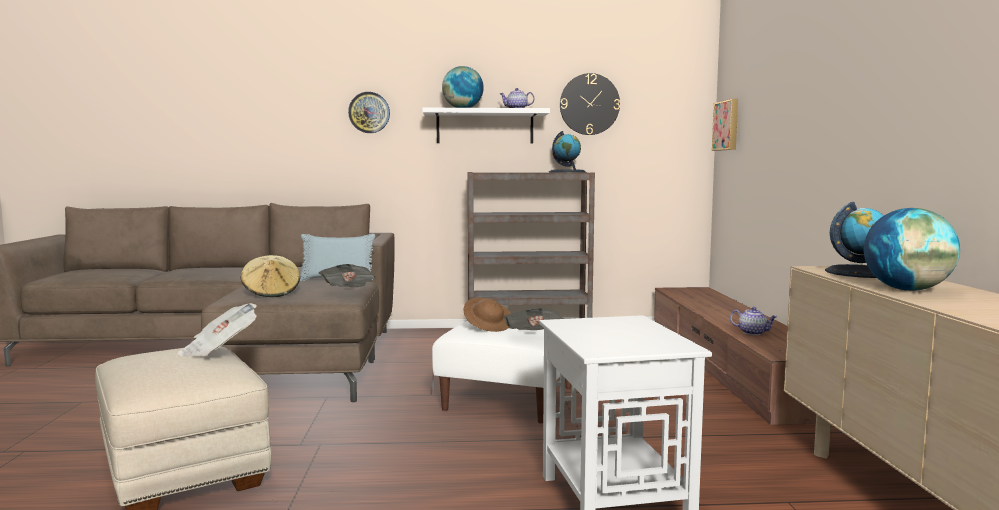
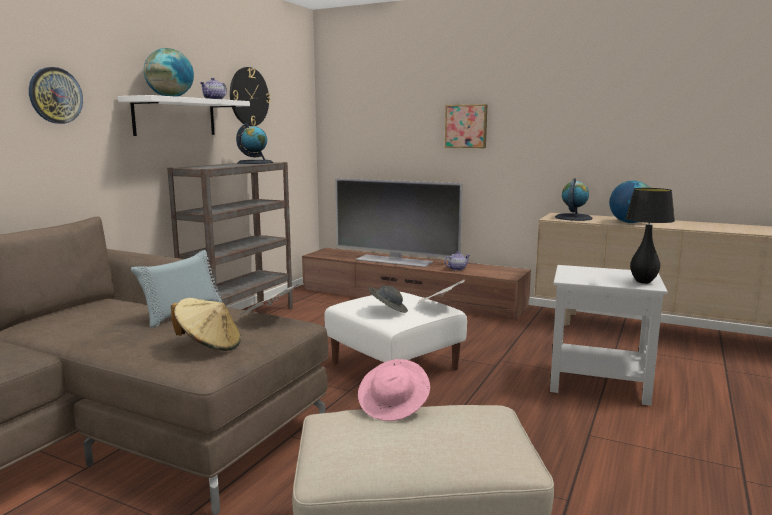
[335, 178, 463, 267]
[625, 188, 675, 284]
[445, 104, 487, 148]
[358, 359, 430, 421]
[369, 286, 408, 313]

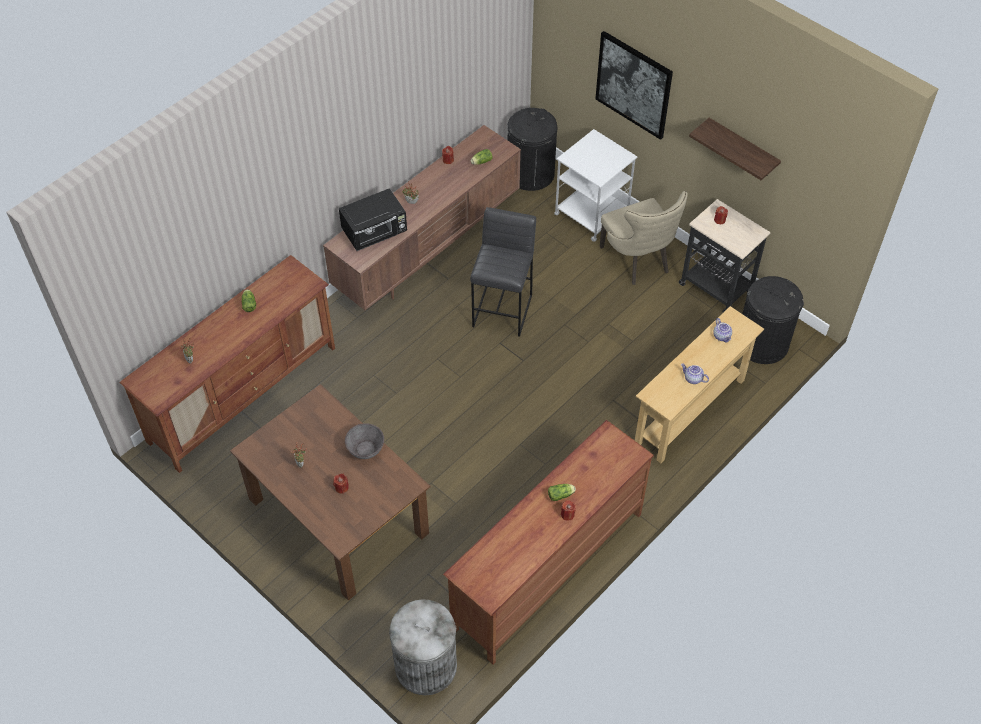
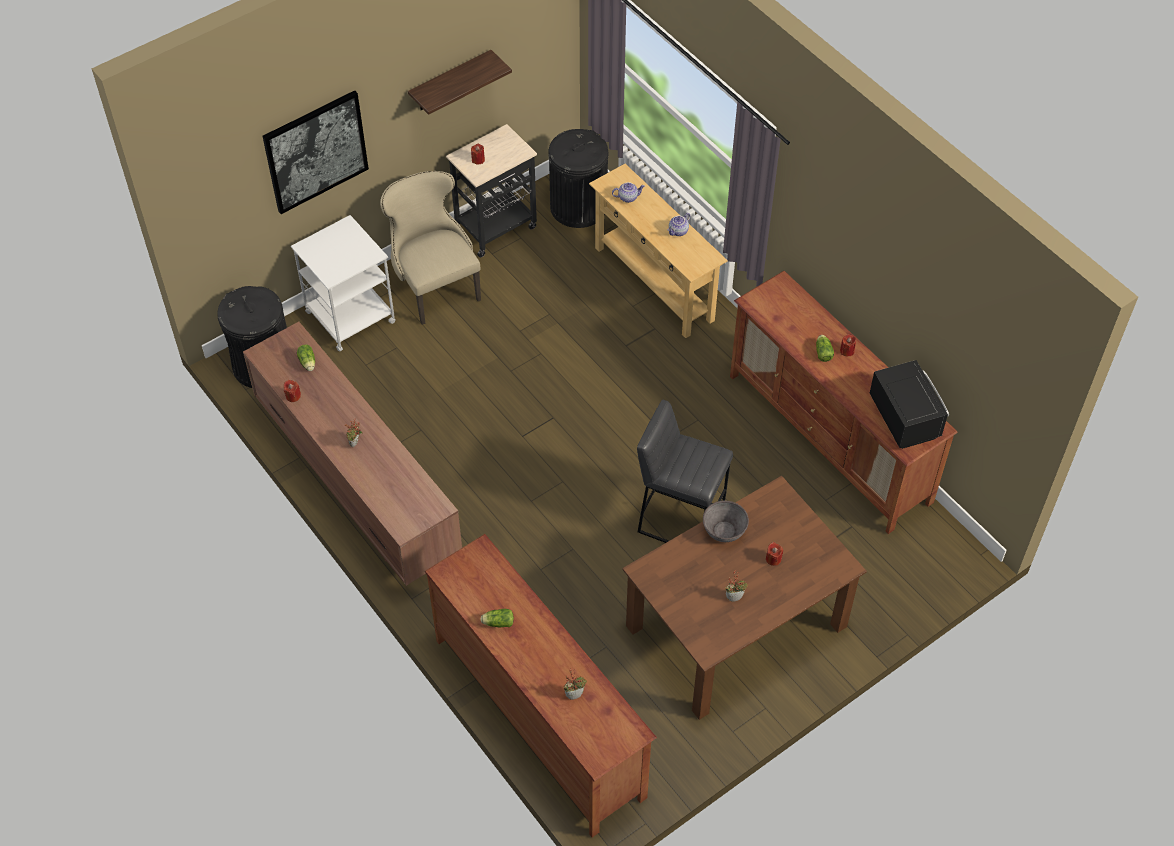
[389, 599, 457, 695] (first image)
[870, 360, 949, 449]
[637, 399, 733, 543]
[380, 171, 481, 325]

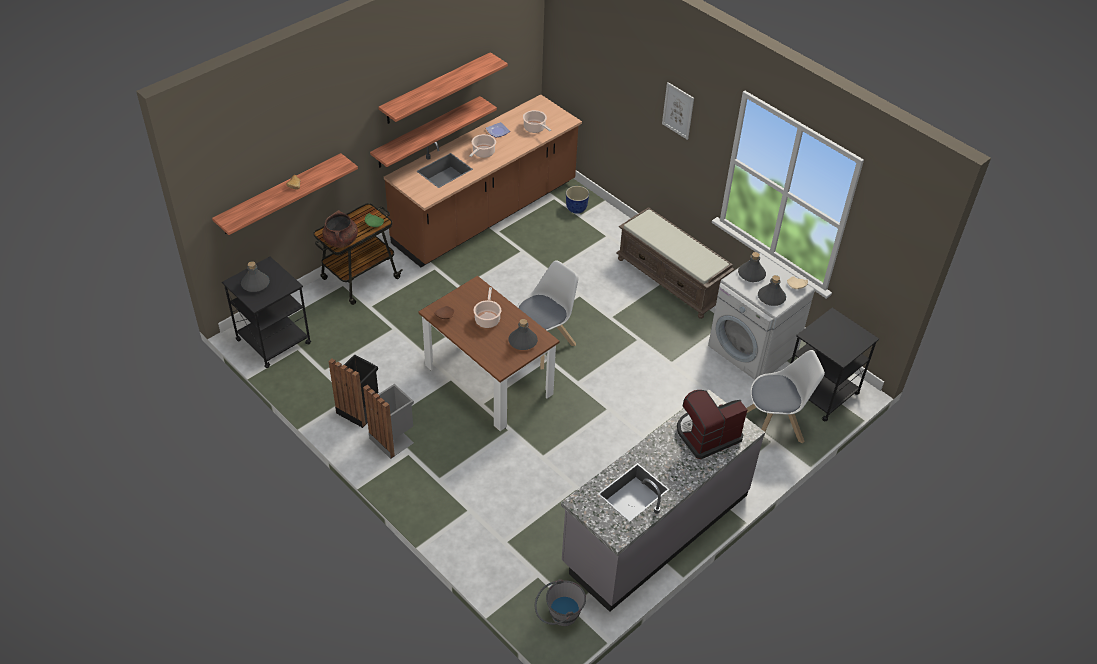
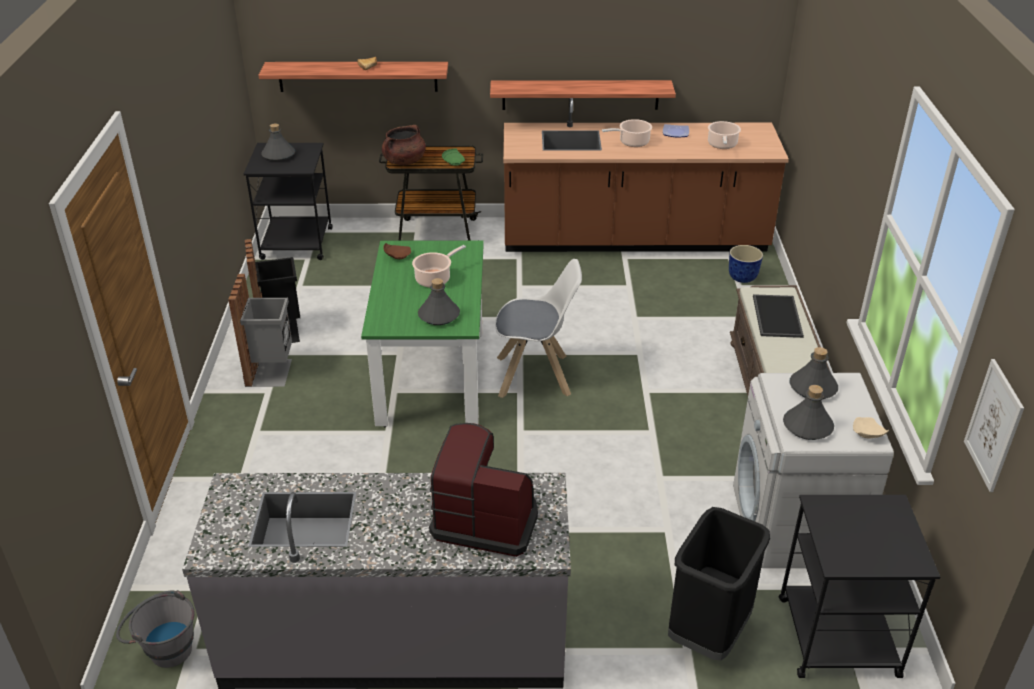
[378, 52, 508, 124] (first image)
[753, 294, 804, 338]
[964, 359, 1024, 492]
[668, 507, 770, 661]
[361, 240, 484, 427]

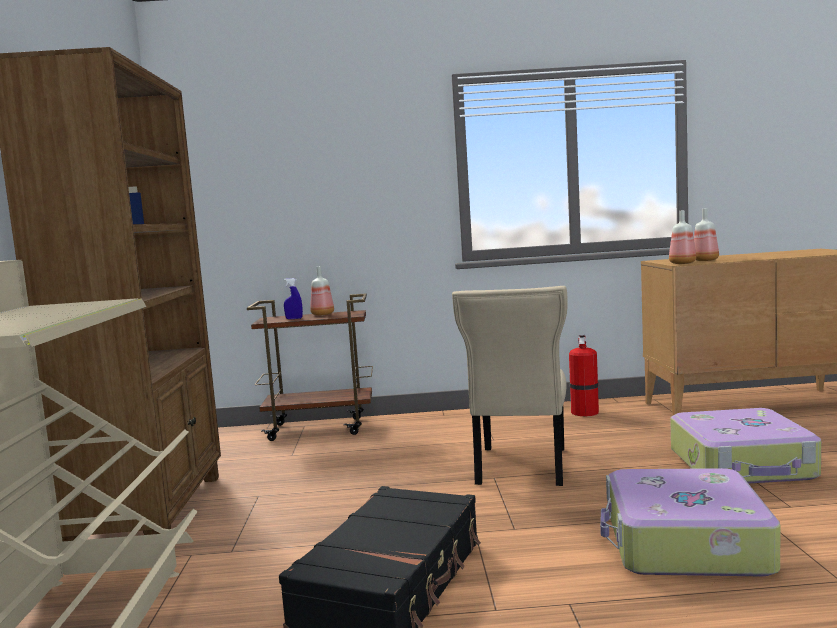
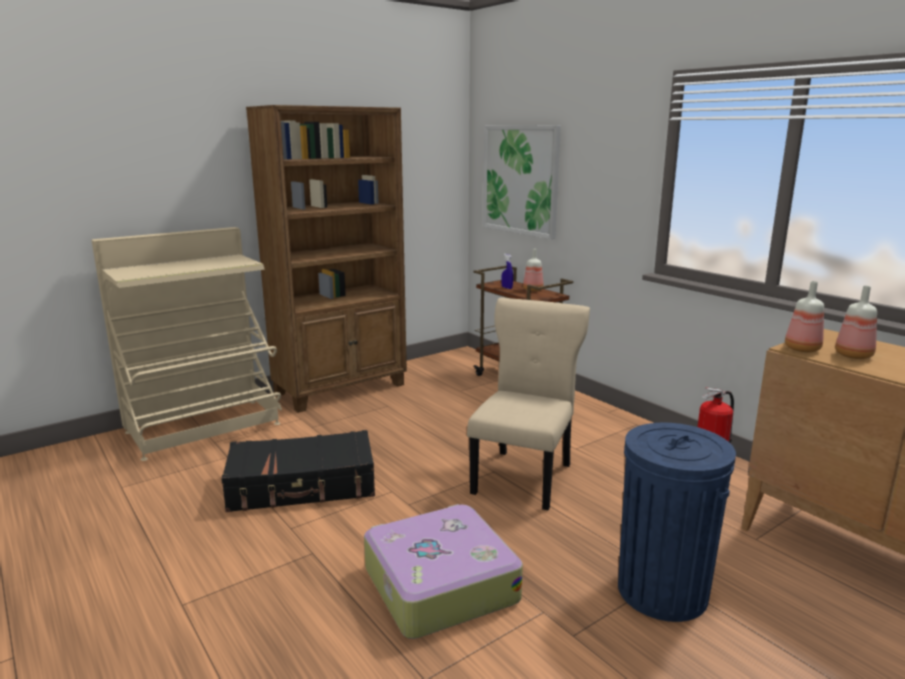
[483, 125, 561, 239]
[618, 423, 736, 622]
[467, 298, 590, 510]

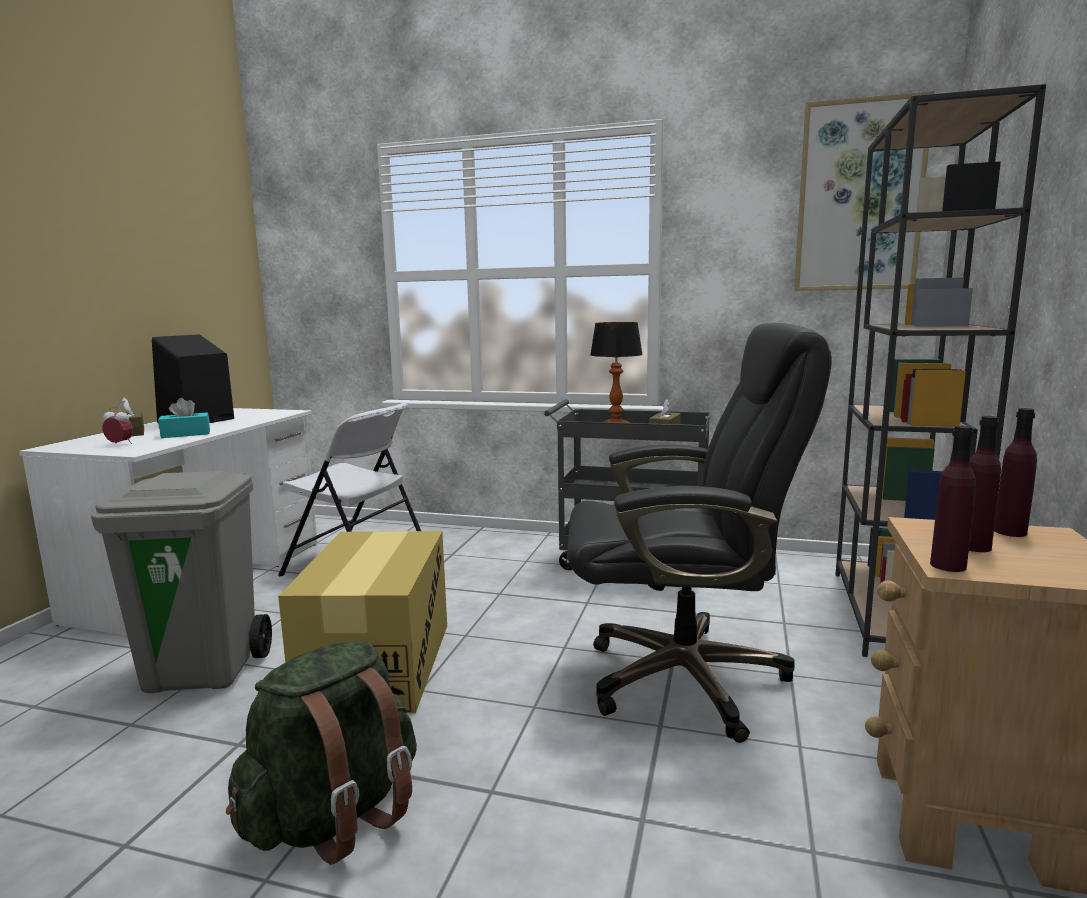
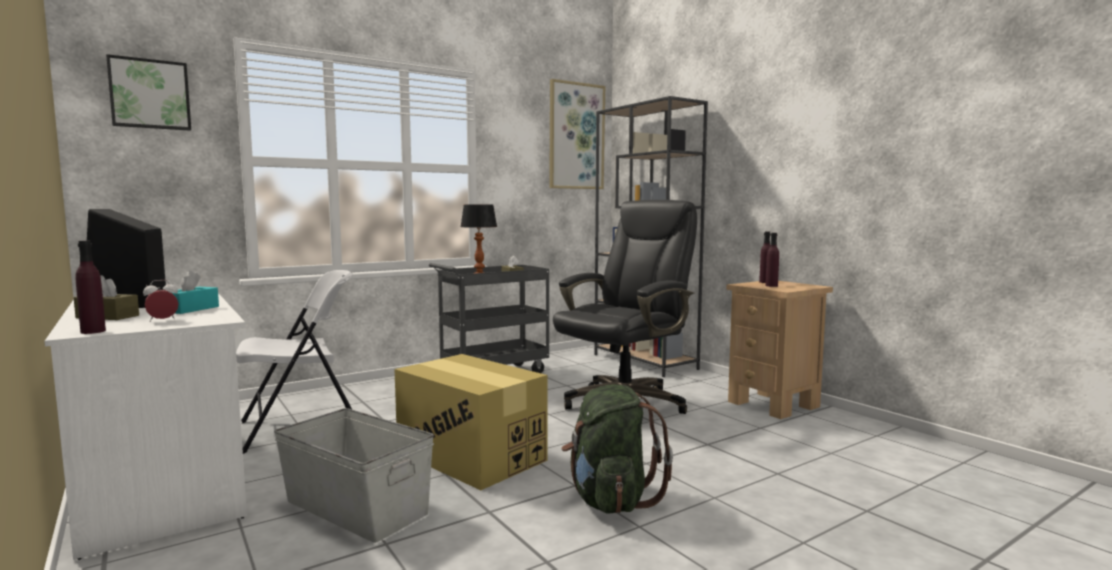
[106, 54, 191, 131]
[75, 240, 106, 334]
[274, 408, 434, 543]

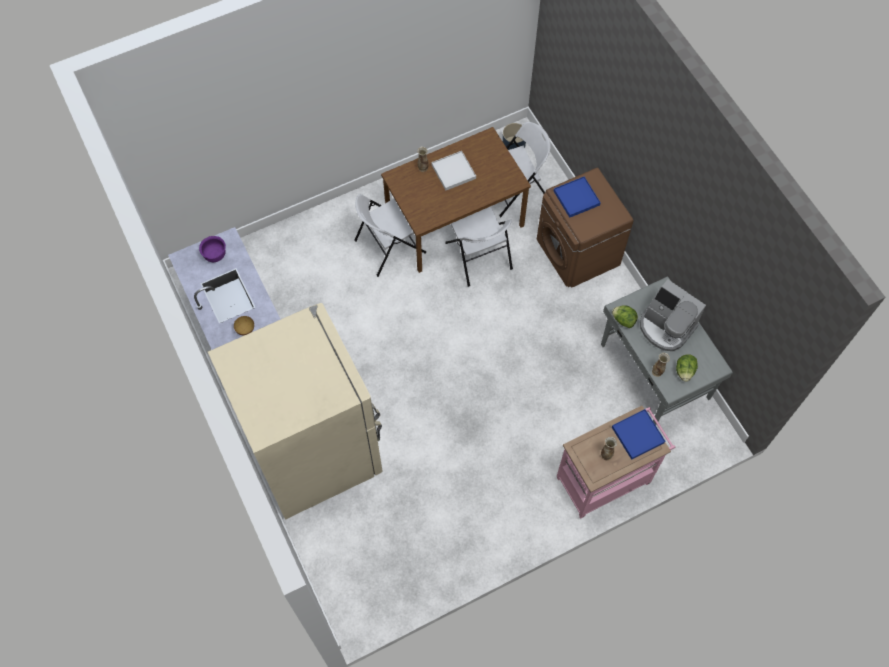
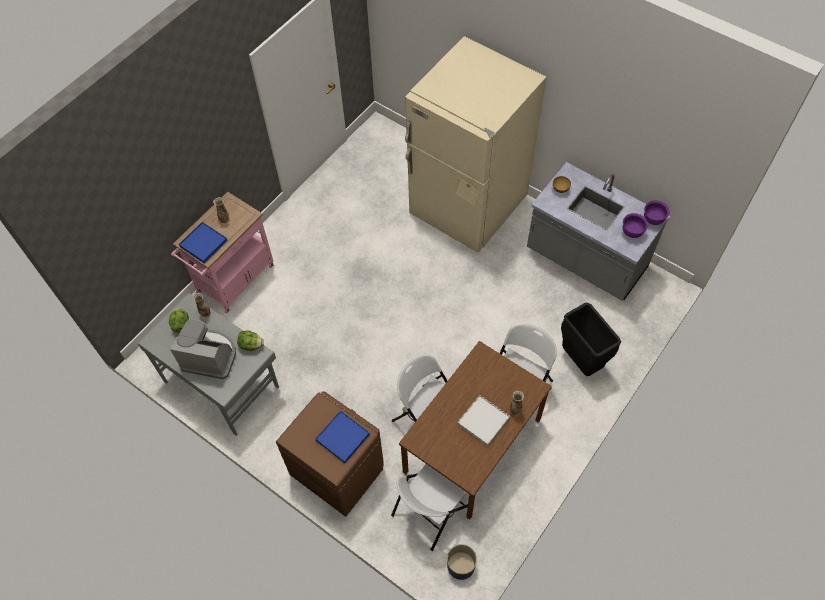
[561, 303, 621, 376]
[644, 200, 670, 225]

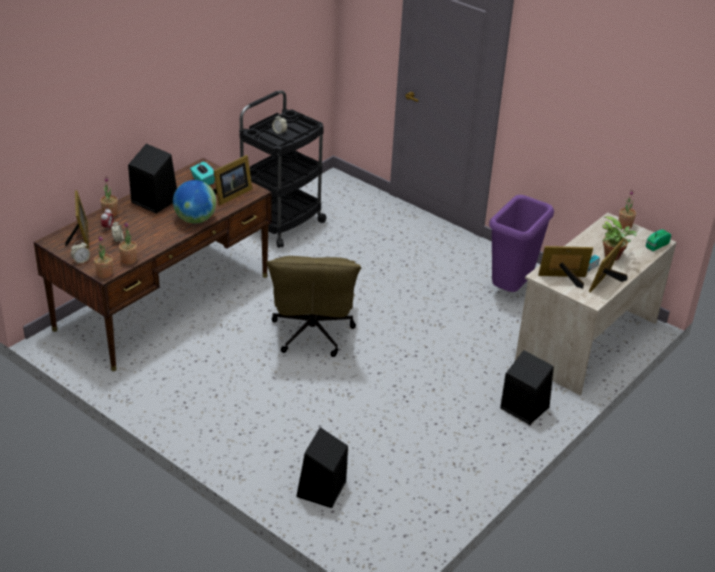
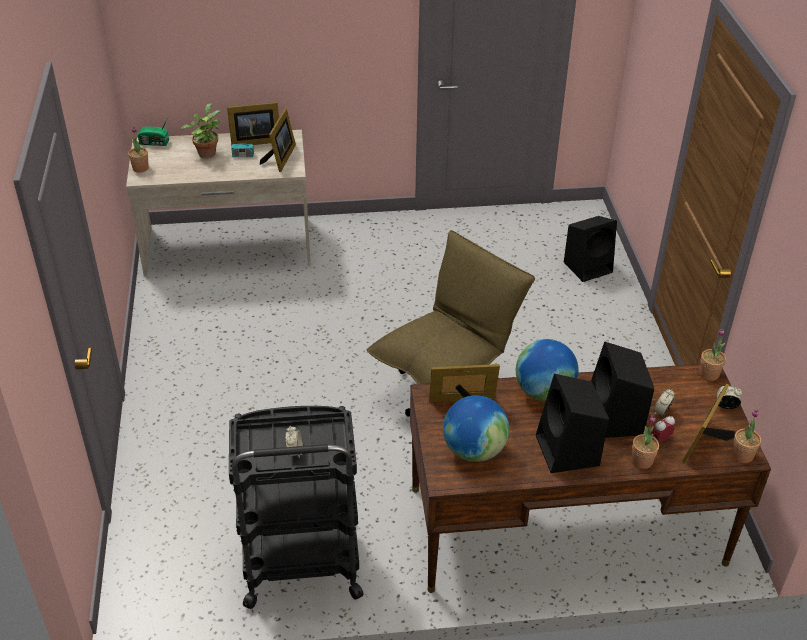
[489, 195, 554, 292] (first image)
[732, 410, 761, 463]
[591, 342, 654, 438]
[443, 395, 509, 462]
[260, 108, 296, 172]

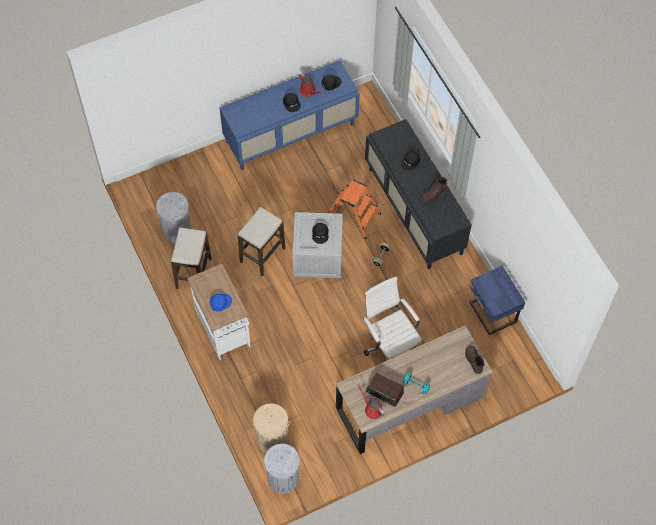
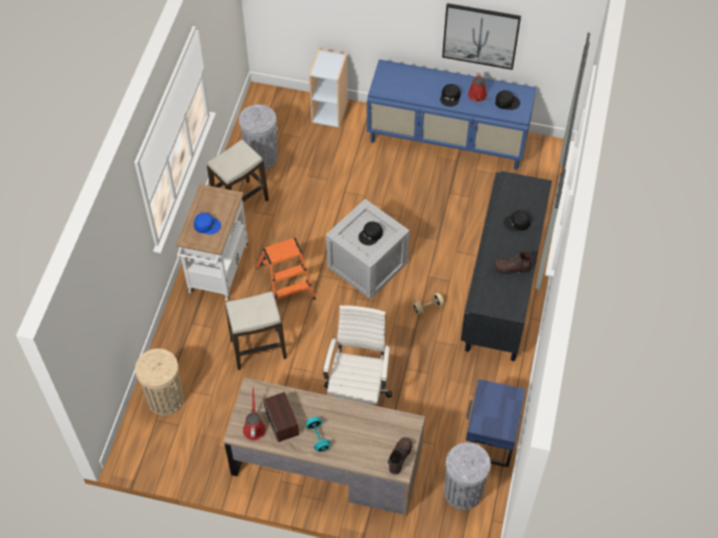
[309, 49, 348, 128]
[442, 3, 521, 70]
[225, 292, 287, 370]
[444, 442, 491, 510]
[256, 237, 316, 302]

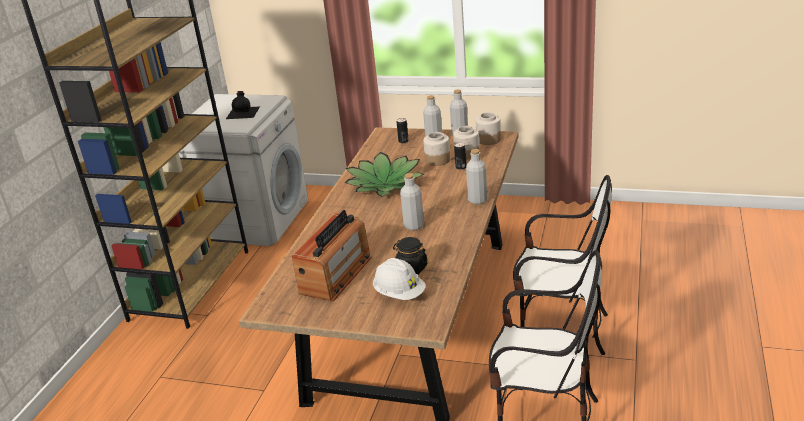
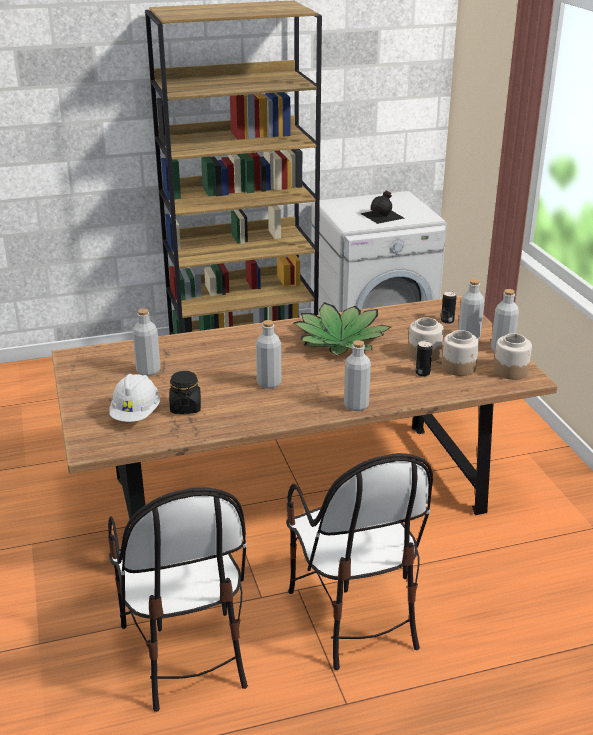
[132, 309, 161, 376]

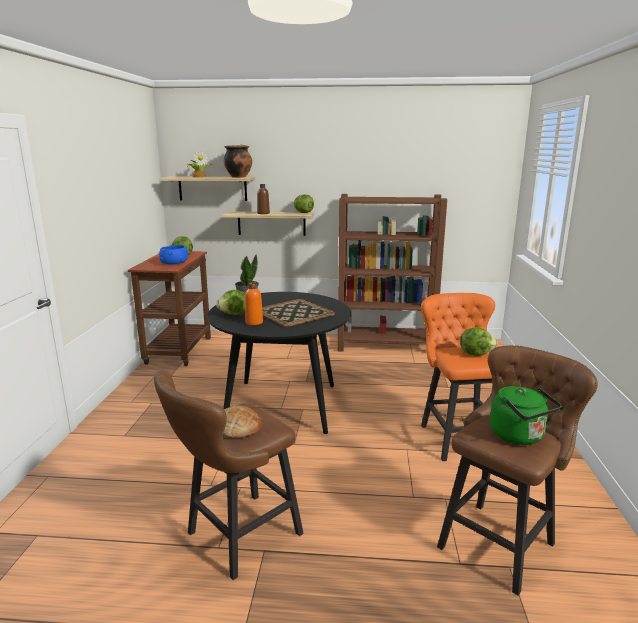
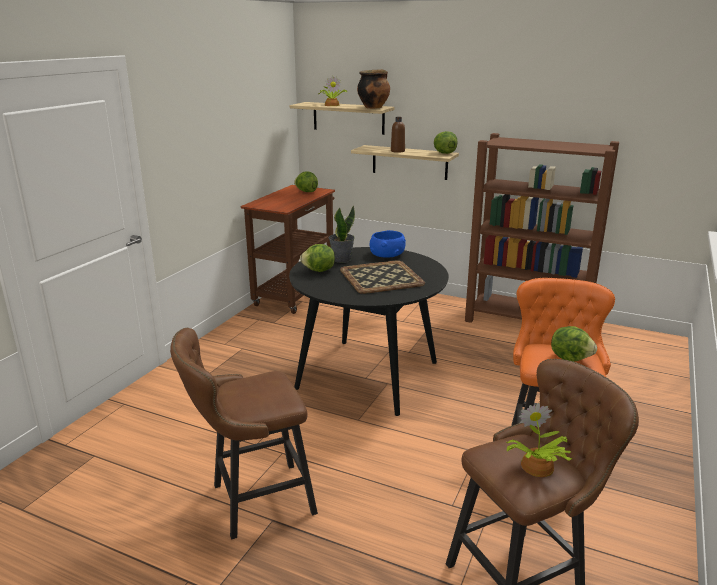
[223, 406, 262, 438] (first image)
[245, 282, 263, 325] (first image)
[369, 230, 406, 258]
[507, 403, 572, 477]

